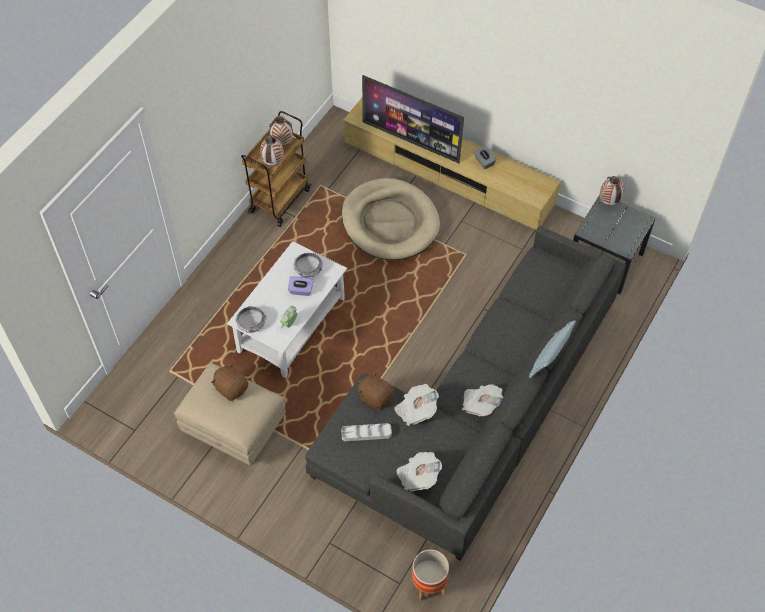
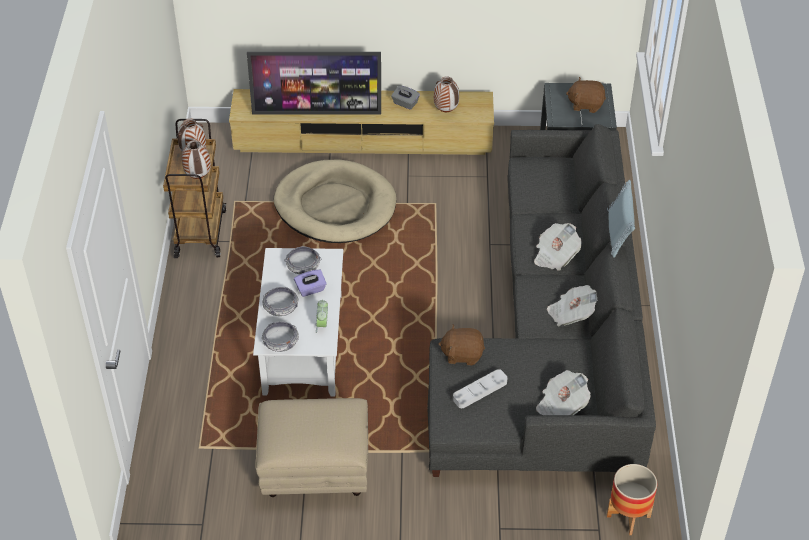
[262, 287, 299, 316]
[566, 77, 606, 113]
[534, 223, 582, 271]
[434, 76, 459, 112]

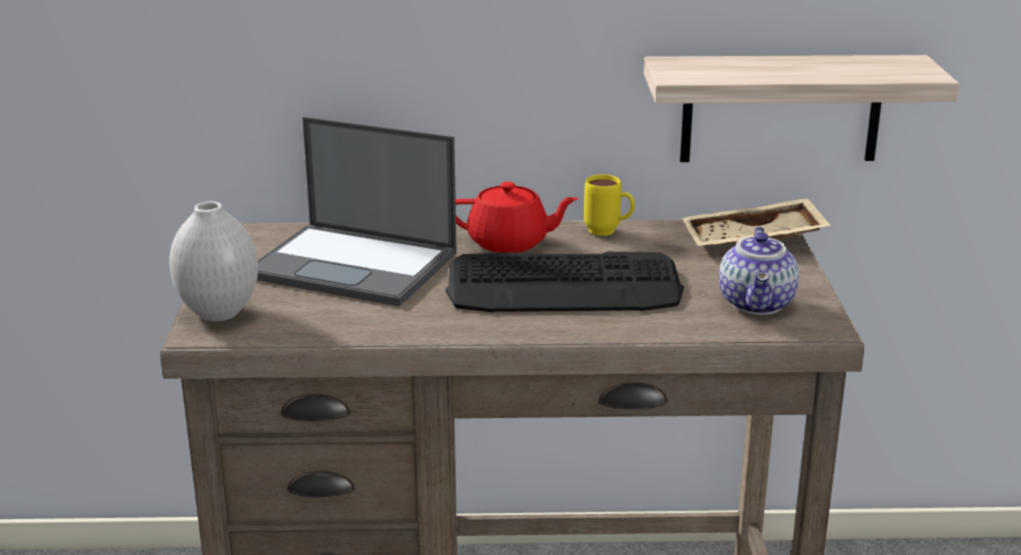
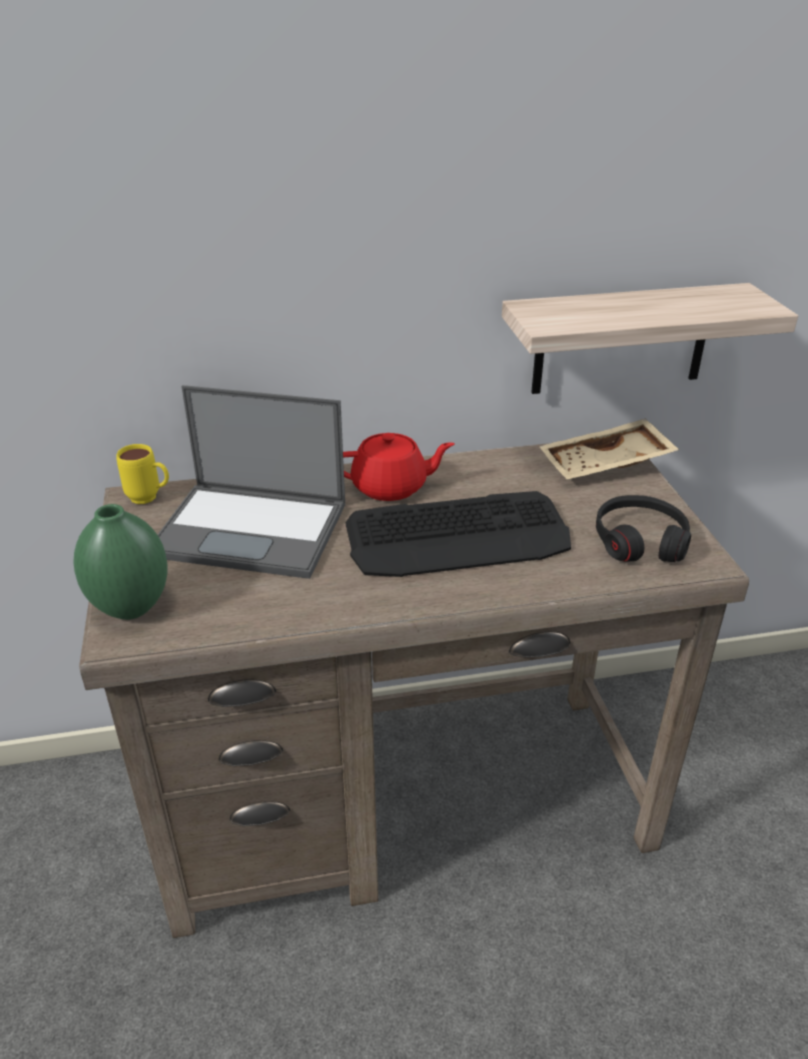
[116, 444, 169, 504]
[596, 495, 691, 562]
[74, 504, 168, 620]

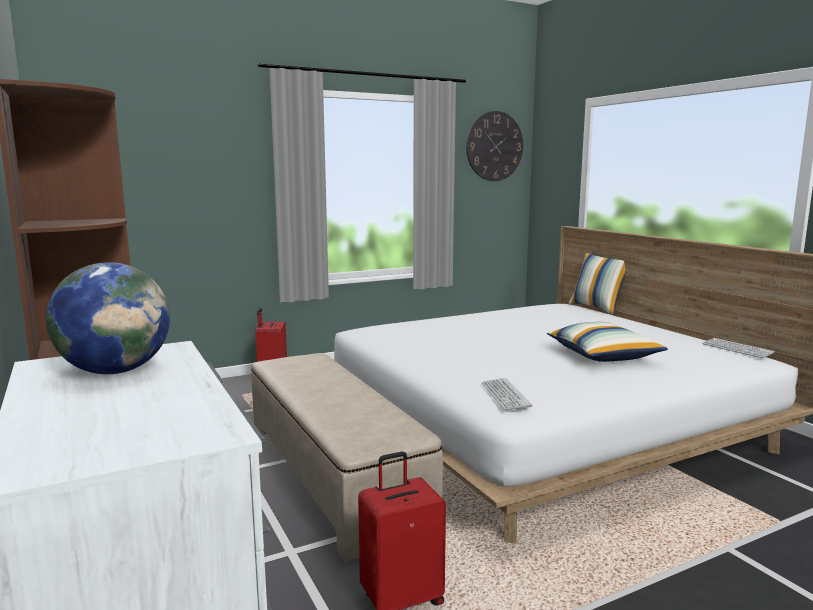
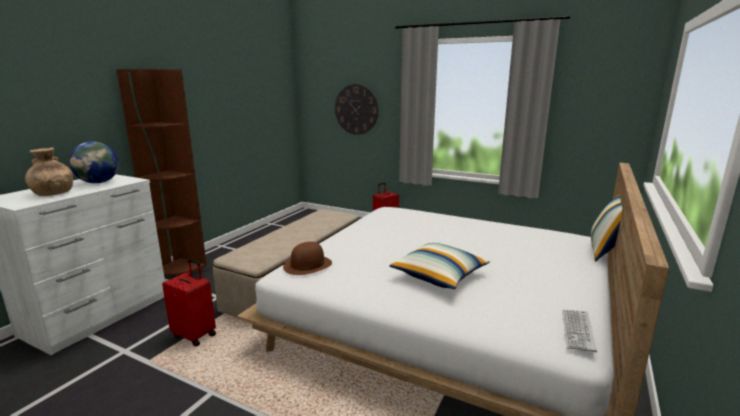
[25, 148, 73, 196]
[335, 84, 379, 135]
[283, 242, 332, 275]

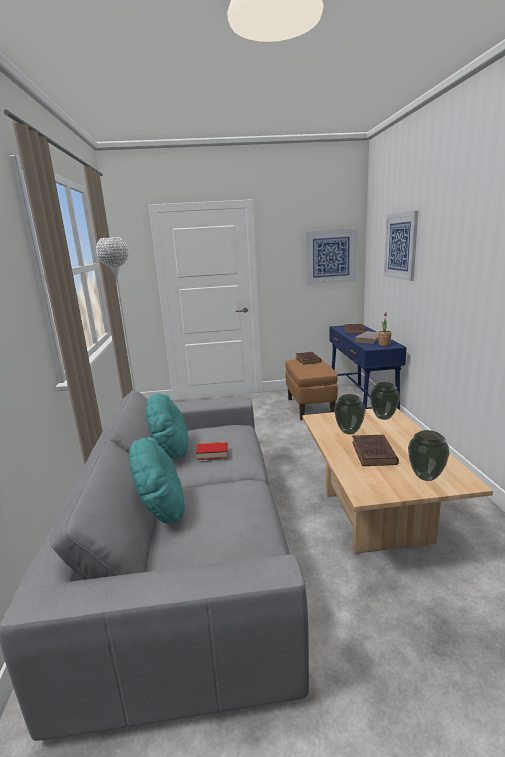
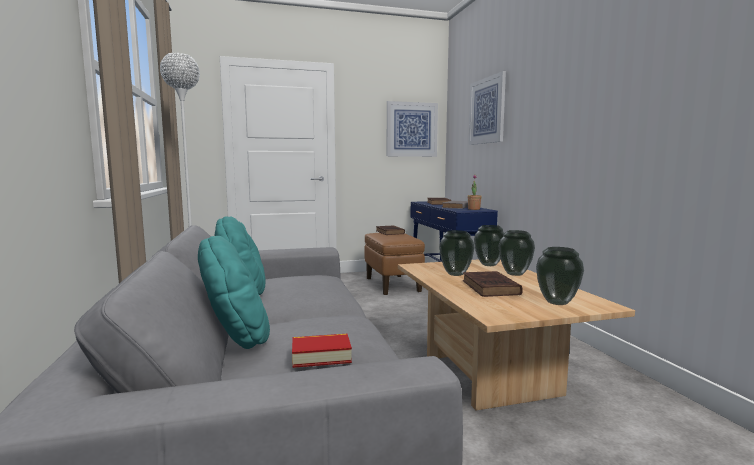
[499, 230, 535, 276]
[292, 334, 352, 368]

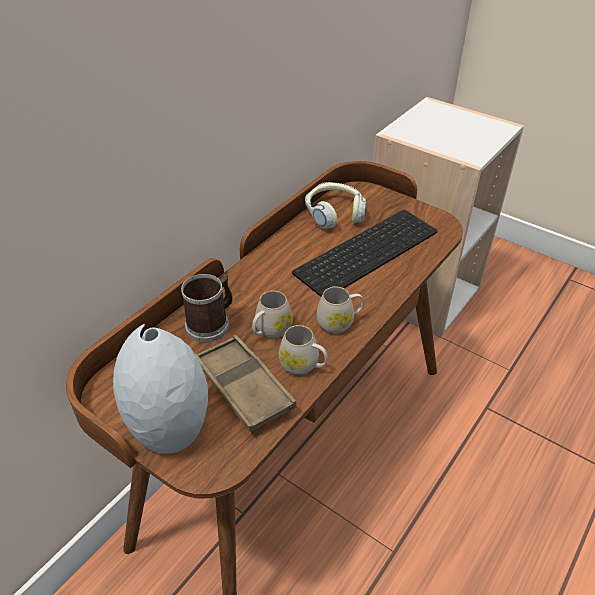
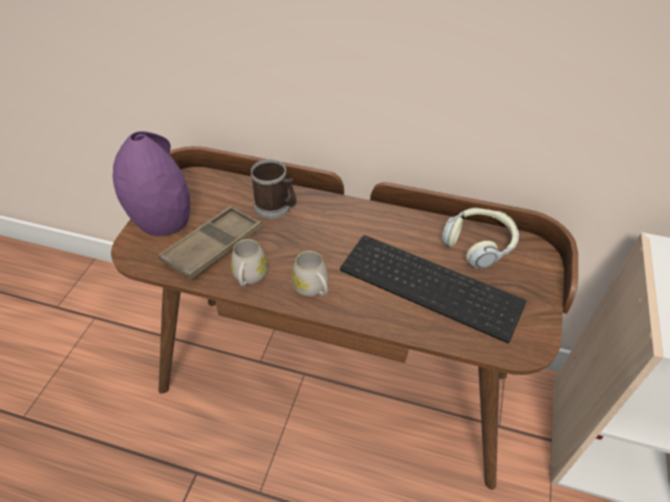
[252, 291, 293, 338] (first image)
[113, 131, 190, 236]

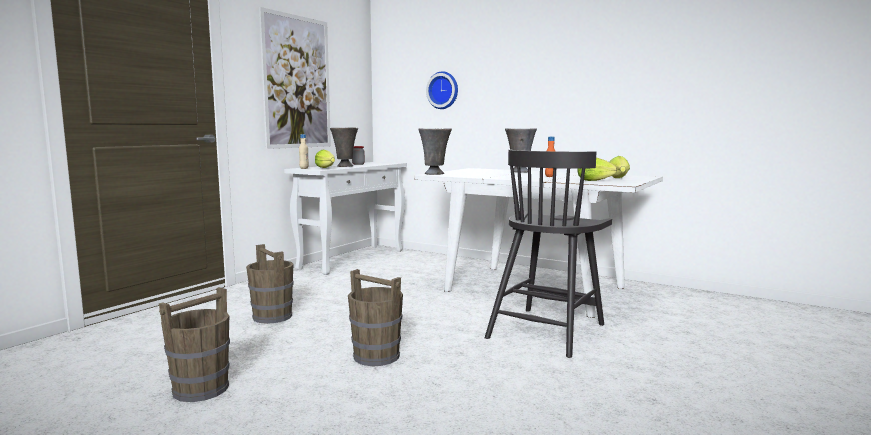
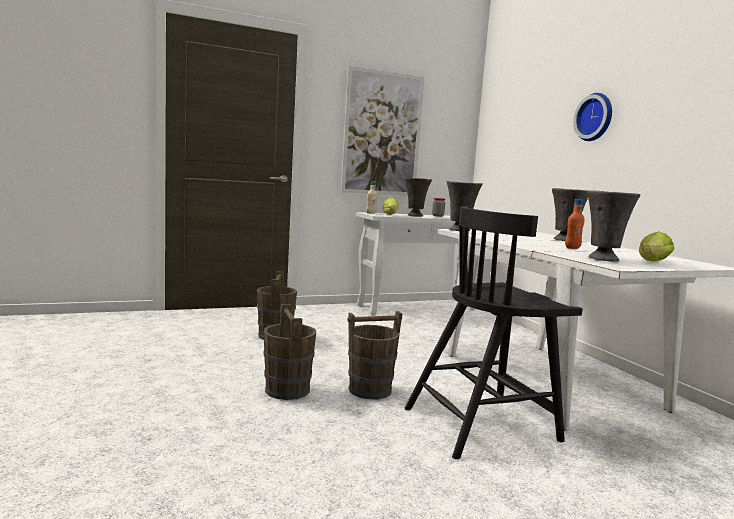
[347, 311, 402, 399]
[573, 93, 612, 141]
[587, 190, 640, 262]

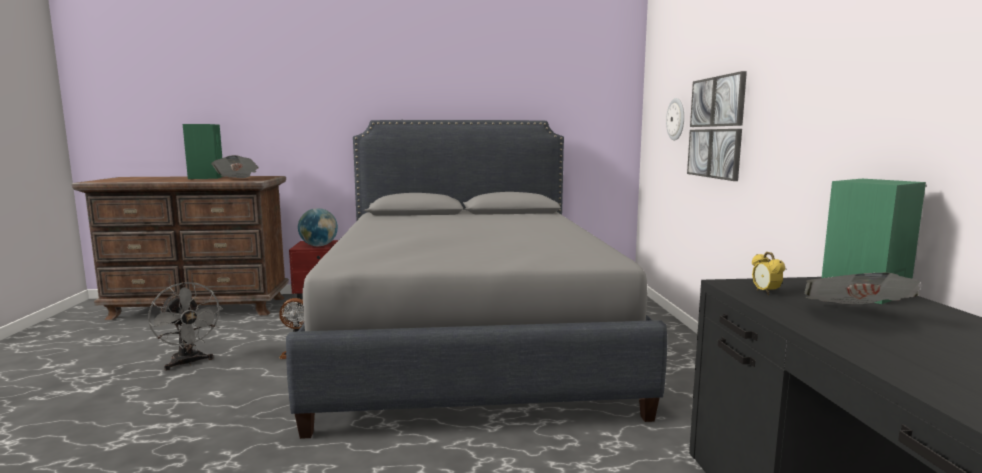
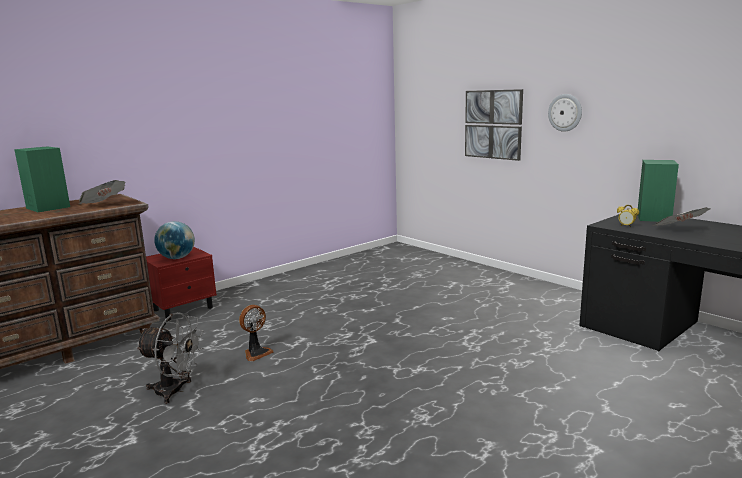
[286, 120, 667, 439] (first image)
[548, 94, 582, 132]

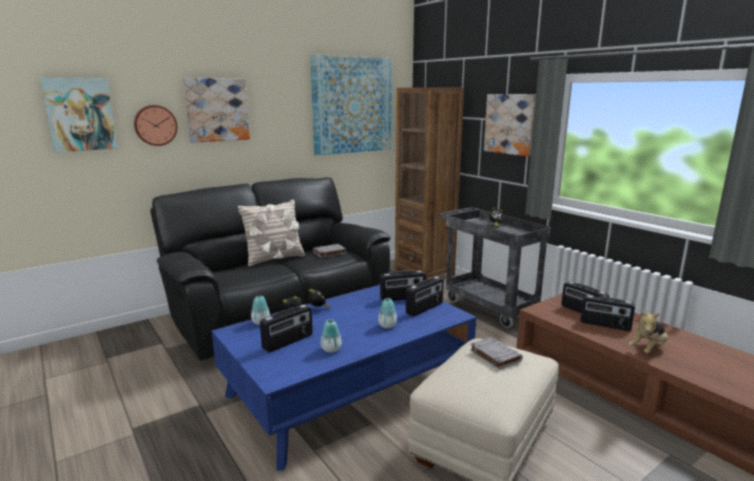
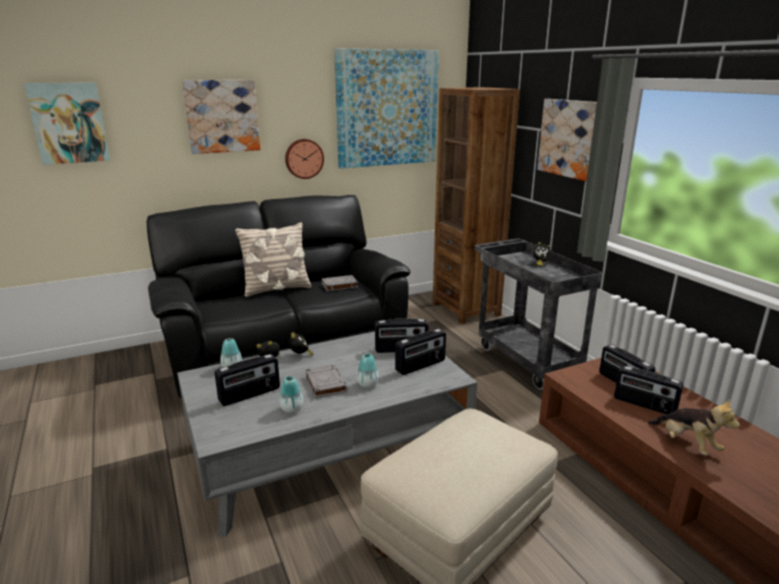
[285, 139, 324, 179]
[305, 364, 347, 398]
[177, 331, 477, 537]
[647, 399, 740, 456]

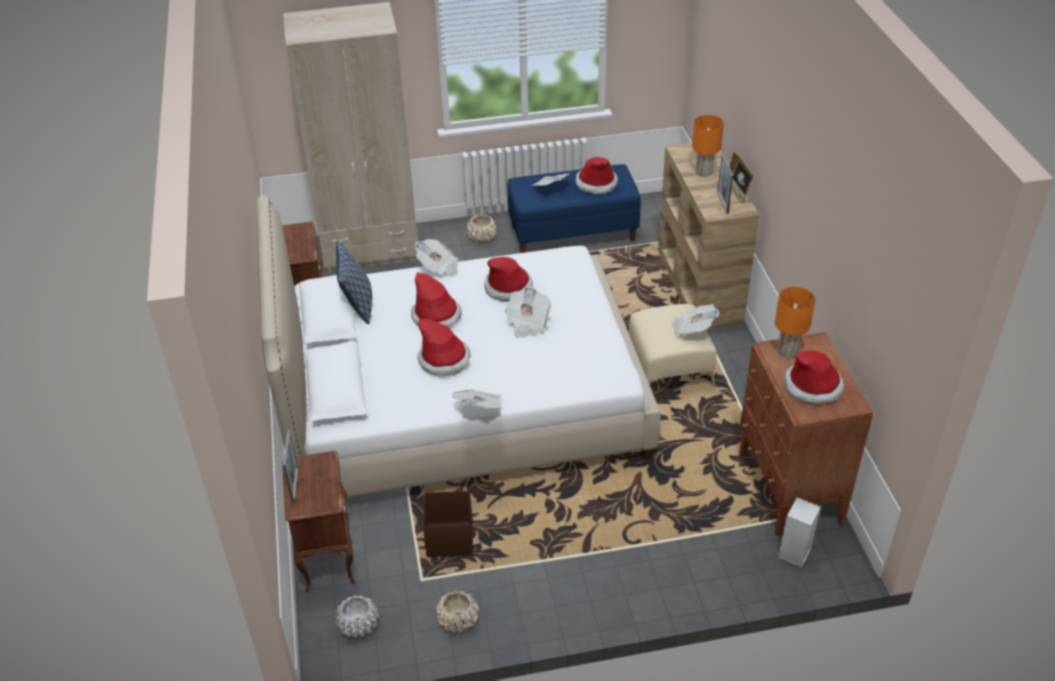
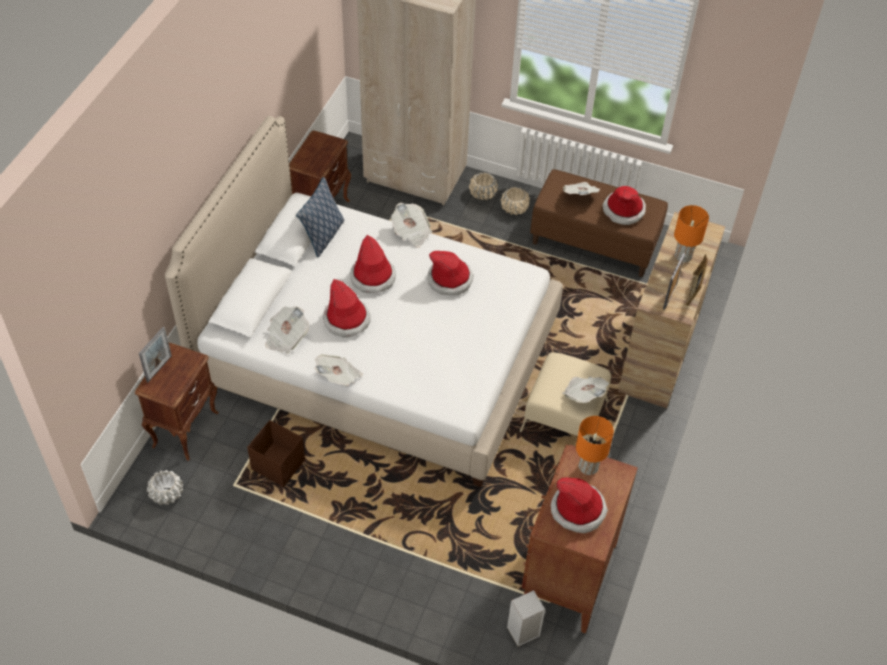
[469, 173, 498, 200]
[265, 307, 309, 354]
[530, 169, 668, 277]

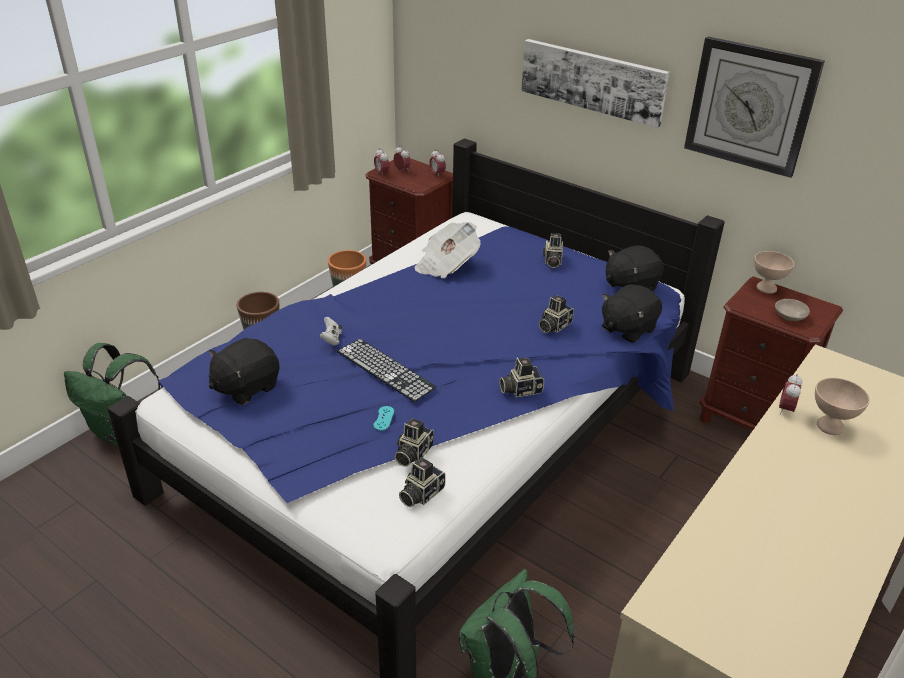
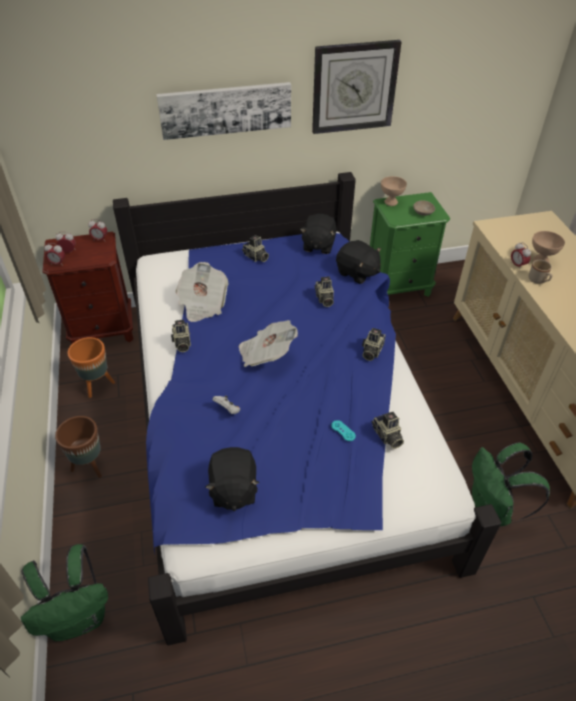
[337, 339, 437, 402] (first image)
[239, 320, 298, 367]
[528, 260, 553, 284]
[171, 320, 191, 352]
[370, 192, 450, 297]
[336, 240, 381, 284]

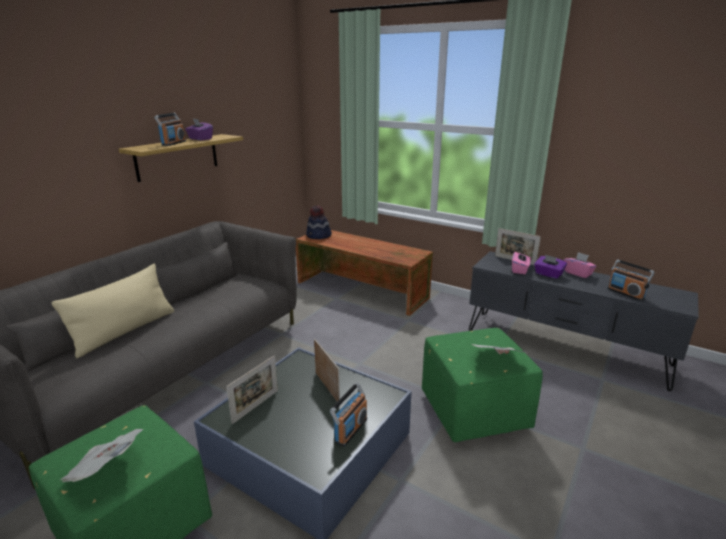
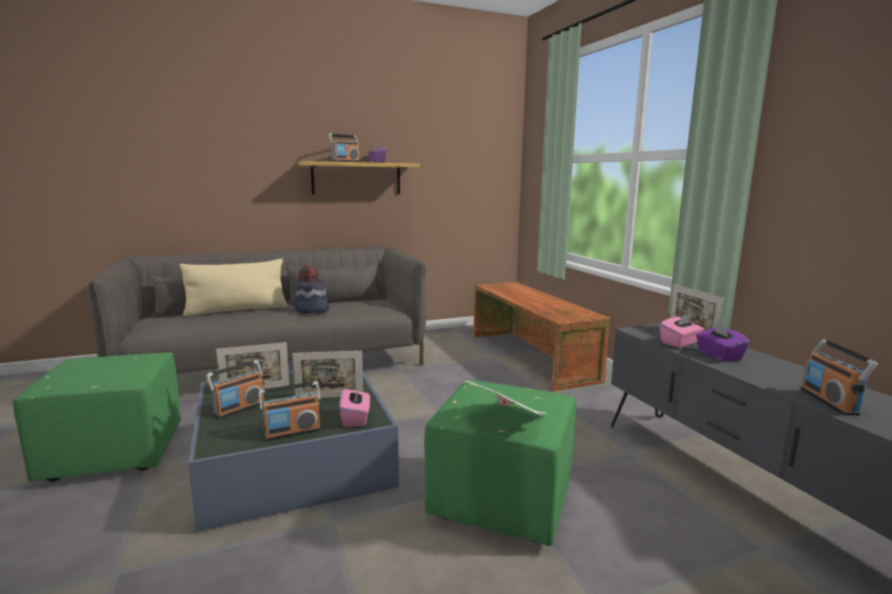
[59, 429, 143, 482] (first image)
[206, 360, 265, 419]
[294, 265, 329, 313]
[340, 386, 370, 427]
[292, 351, 363, 398]

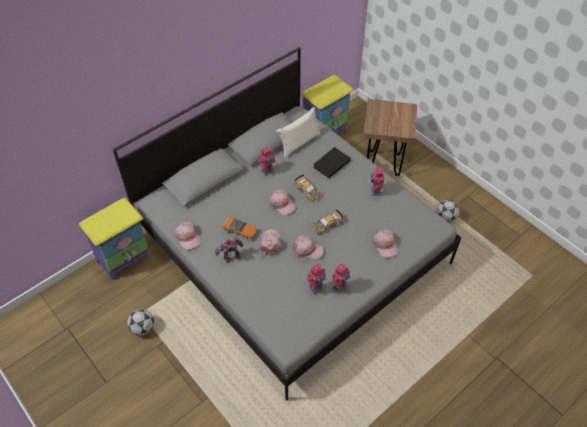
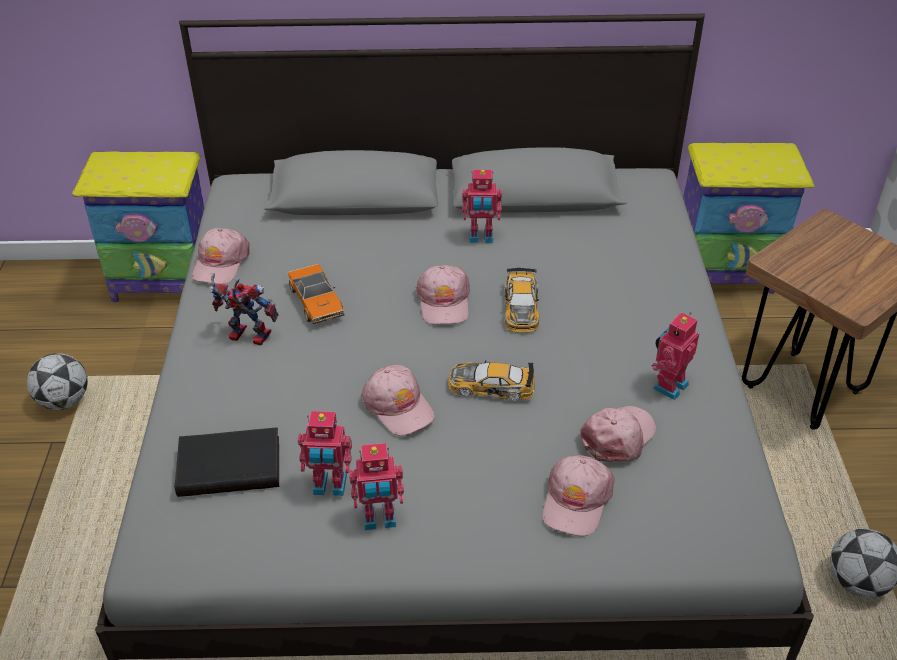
[276, 107, 321, 158] (first image)
[580, 406, 656, 462]
[174, 427, 279, 497]

